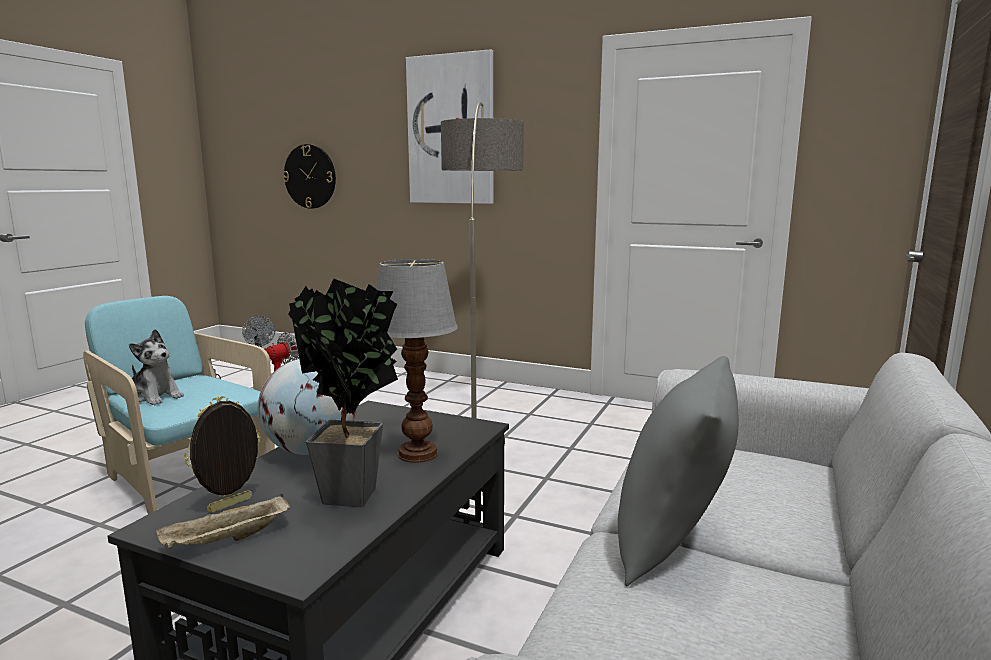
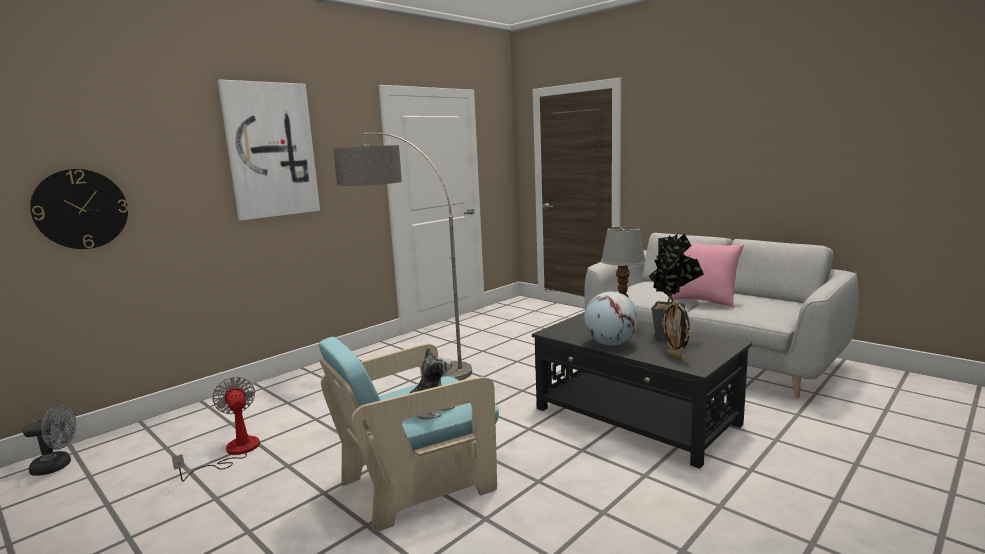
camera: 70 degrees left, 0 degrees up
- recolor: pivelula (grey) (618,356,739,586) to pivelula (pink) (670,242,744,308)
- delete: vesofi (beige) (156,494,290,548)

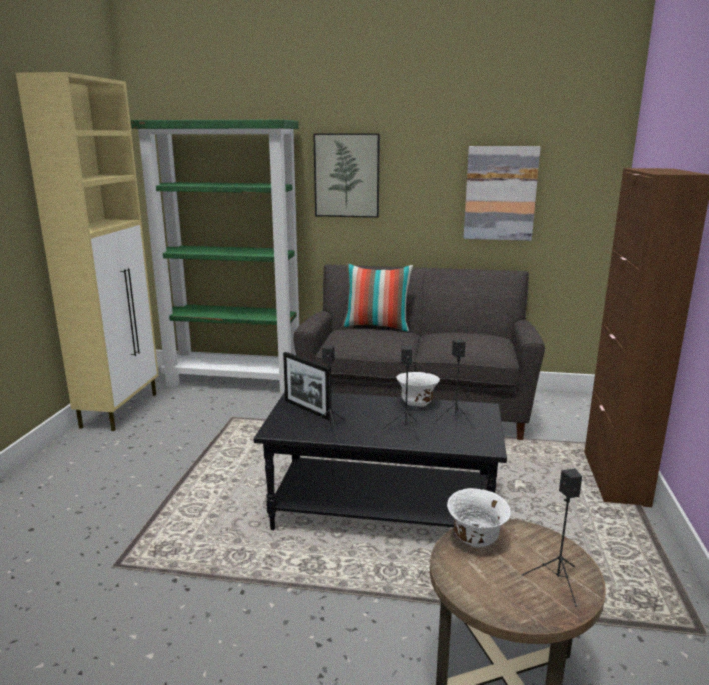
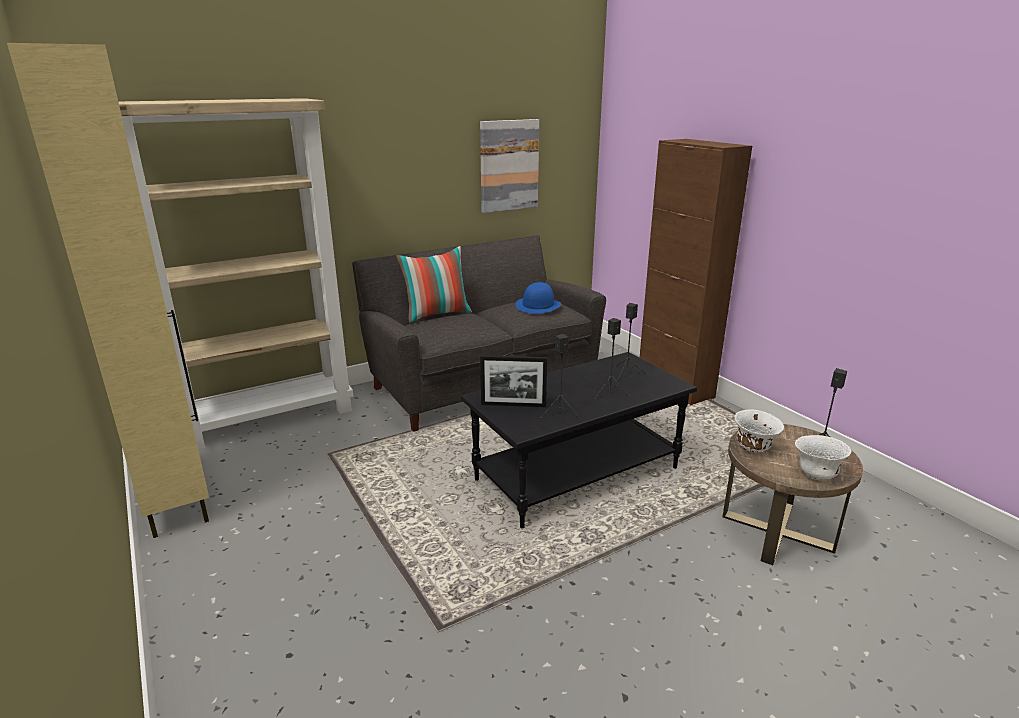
camera: 40 degrees left, 5 degrees up
- recolor: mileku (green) (131,120,299,394) to mileku (beige) (118,98,353,450)
- delete: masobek (313,133,380,218)
- move: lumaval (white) (396,372,440,407) to (795,435,851,480)
- insert: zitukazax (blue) (515,282,561,314)

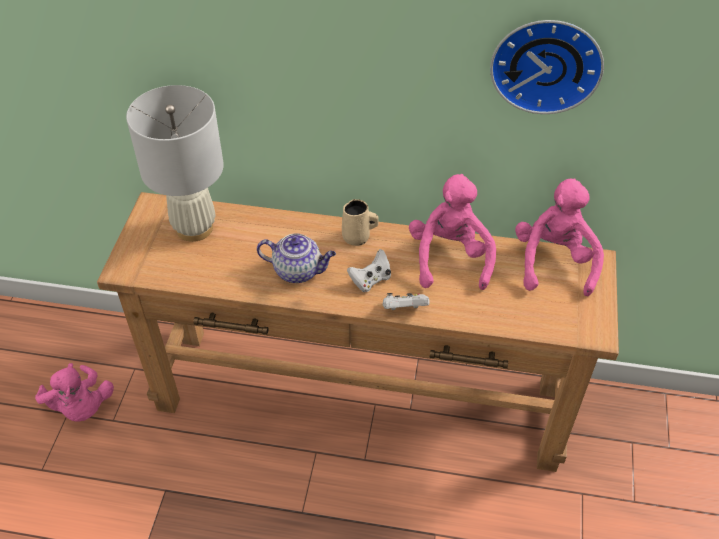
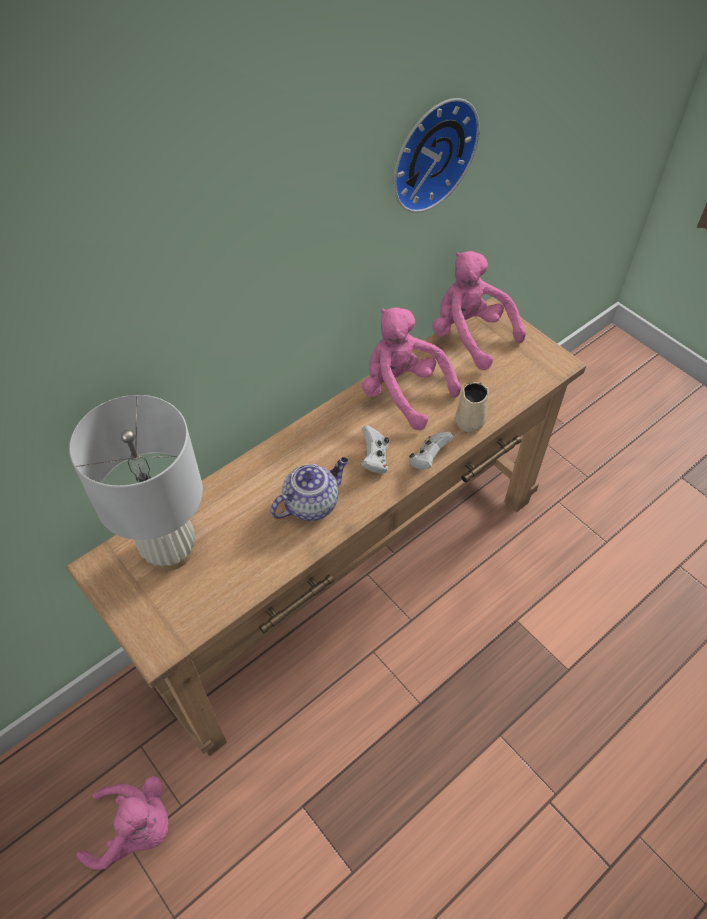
camera: 50 degrees left, 5 degrees up
- move: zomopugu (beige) (342,199,379,246) to (455,382,489,433)

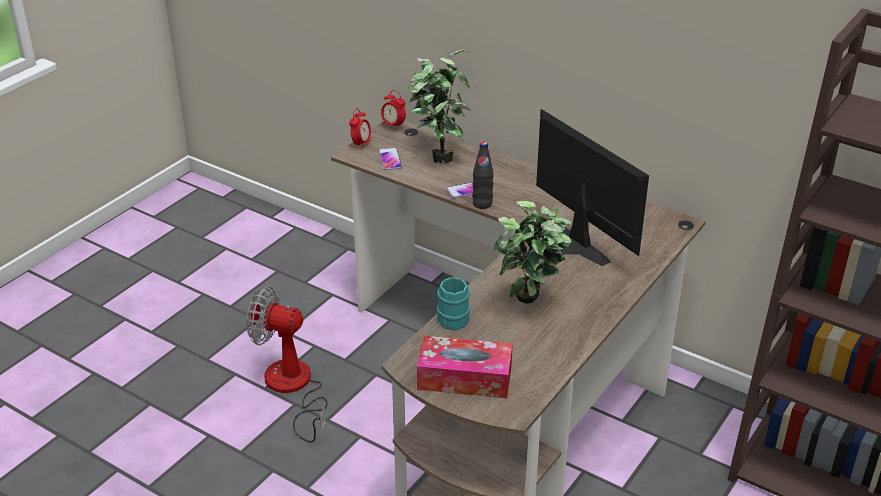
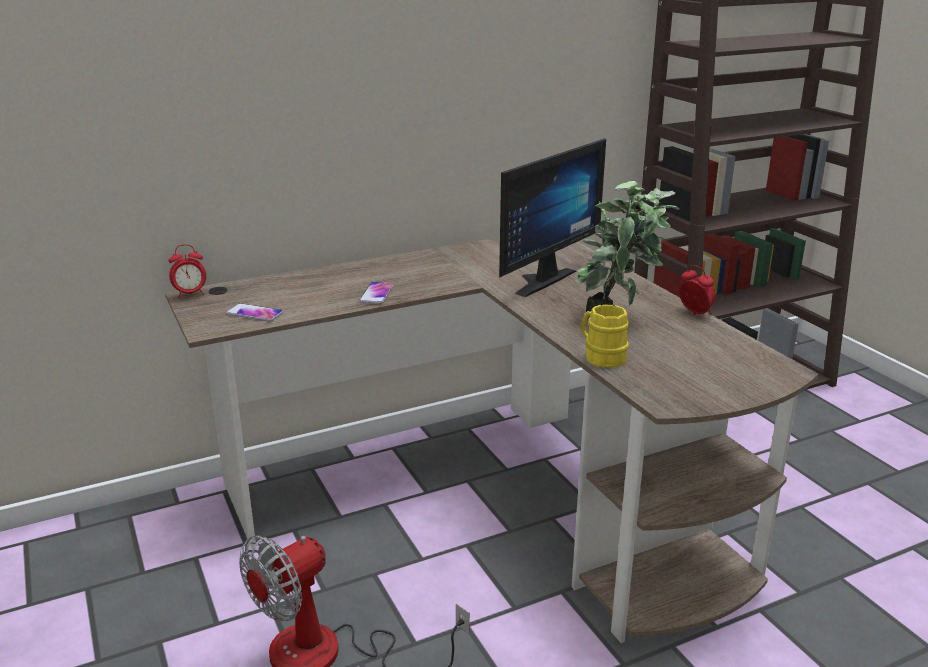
camera: 60 degrees left, 10 degrees down
- delete: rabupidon (408,49,471,163)
- move: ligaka (349,108,371,145) to (679,265,716,315)
- rotate: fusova (536,109,649,266) = (499,138,606,297) 135 degrees clockwise
- delete: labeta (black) (472,142,494,209)
- recolor: zomopugu (turquoise) (436,277,471,331) to zomopugu (yellow) (581,305,629,368)
- delete: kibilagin (417,336,513,398)

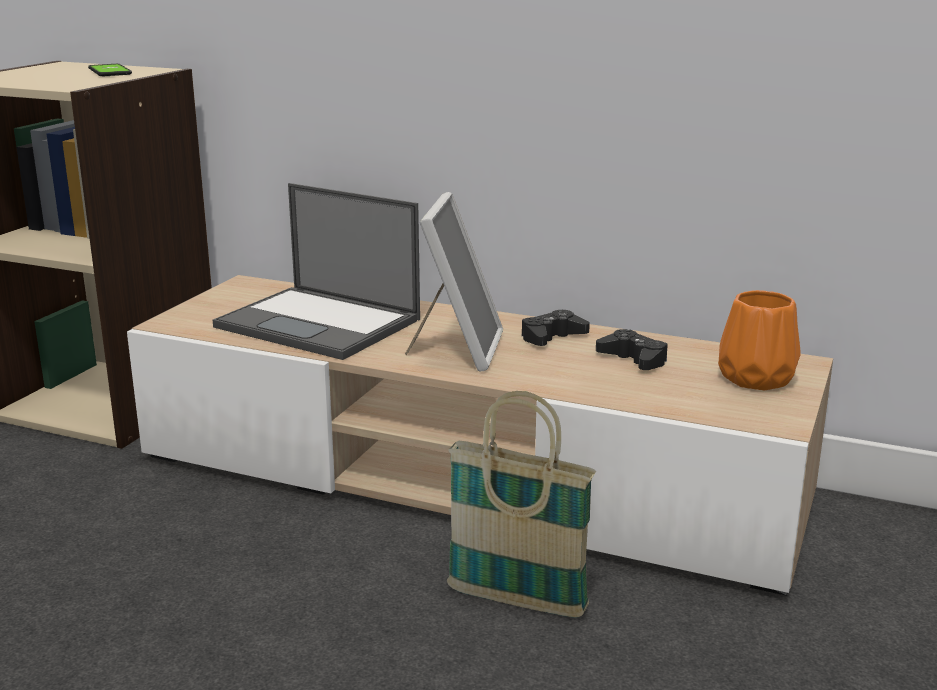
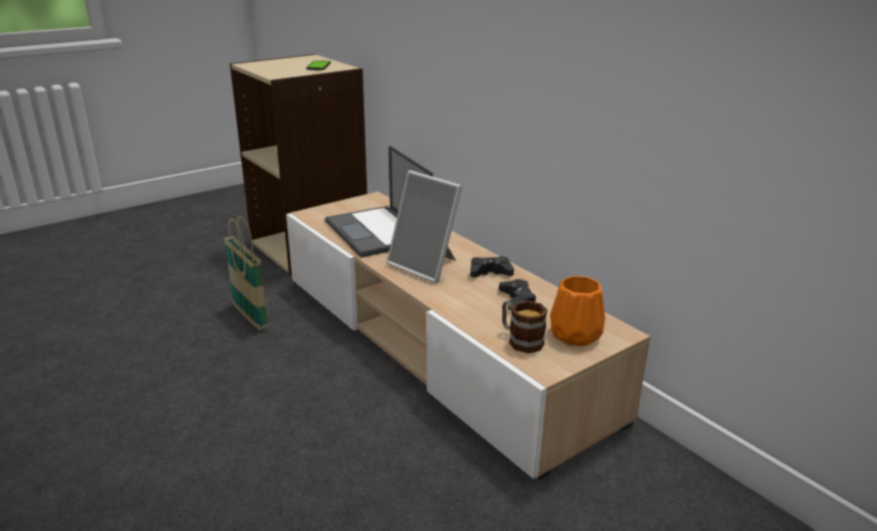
camera: 30 degrees right, 5 degrees up
- rotate: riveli (405,192,503,372) = (387,170,463,283) 90 degrees clockwise
- move: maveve (447,391,596,618) to (224,216,268,330)
- insert: zomopugu (502,301,547,353)

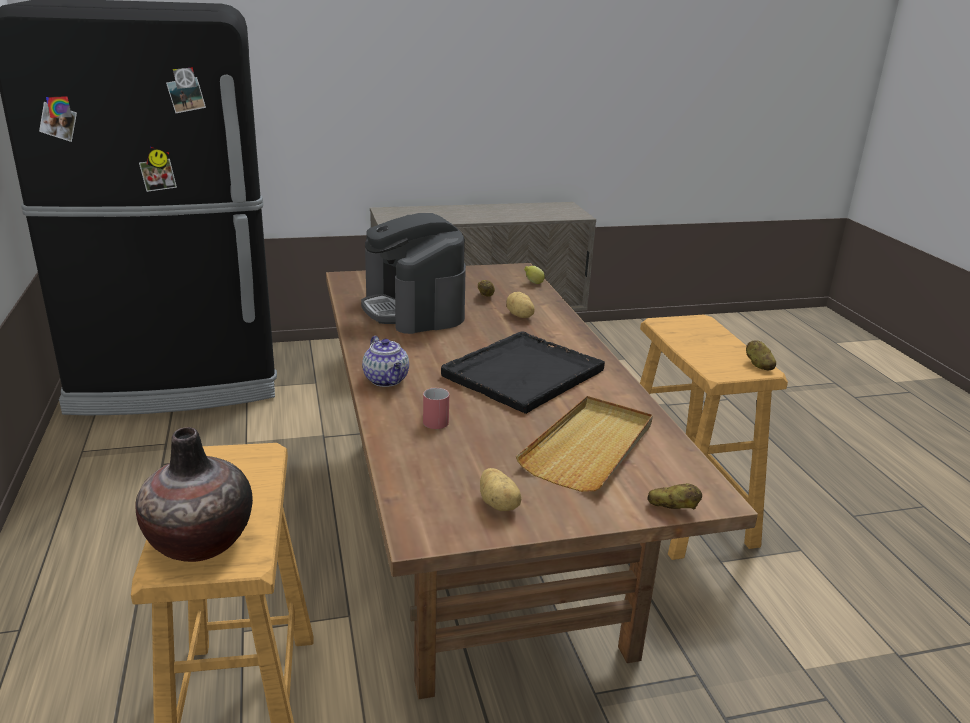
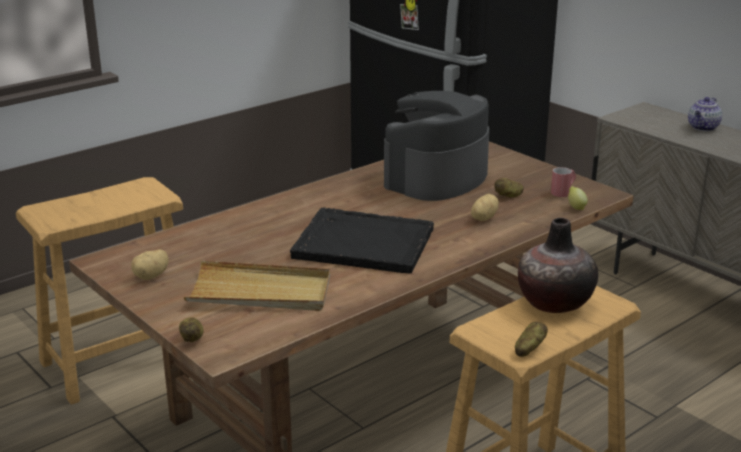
camera: 65 degrees right, 0 degrees up
- move: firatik (362,336,409,387) to (688,97,722,131)
- move: zomopugu (red) (423,388,449,429) to (551,167,576,197)
- move: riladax (135,427,253,562) to (518,218,598,313)

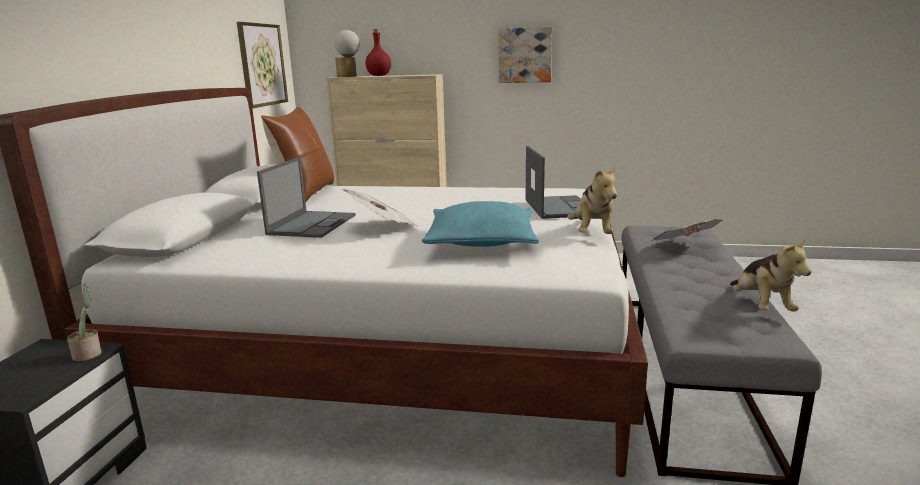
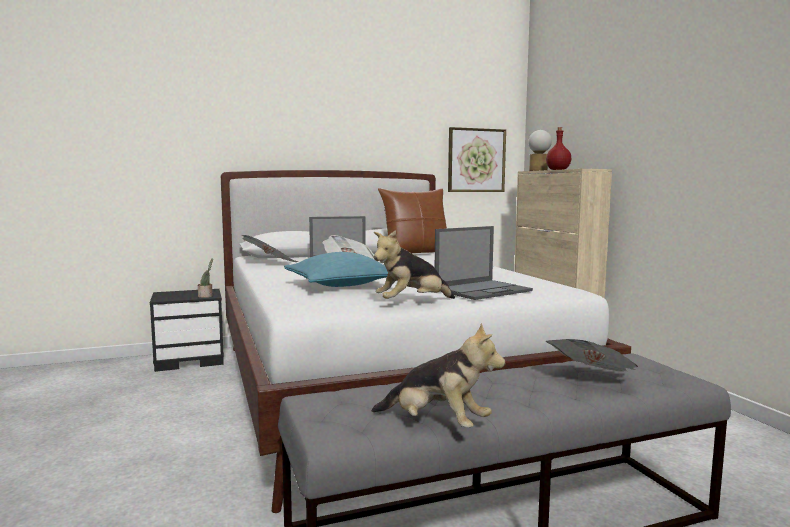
camera: 60 degrees right, 10 degrees down
- delete: masobek (499,27,552,83)
- rotate: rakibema (730,238,812,311) = (371,323,505,428) 120 degrees counterclockwise
- insert: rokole (241,235,298,262)

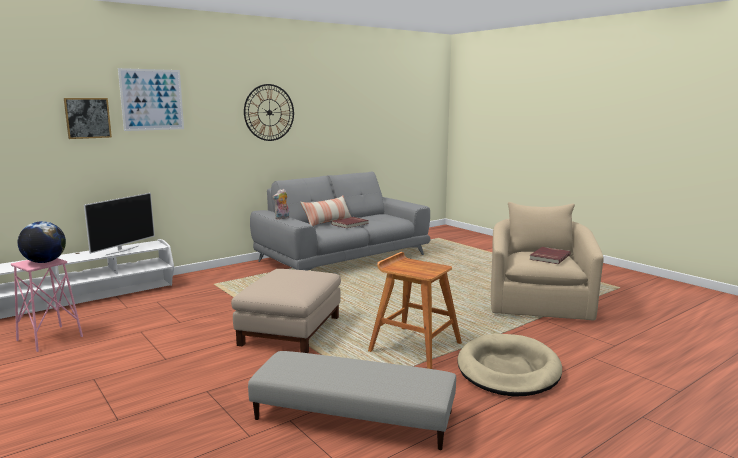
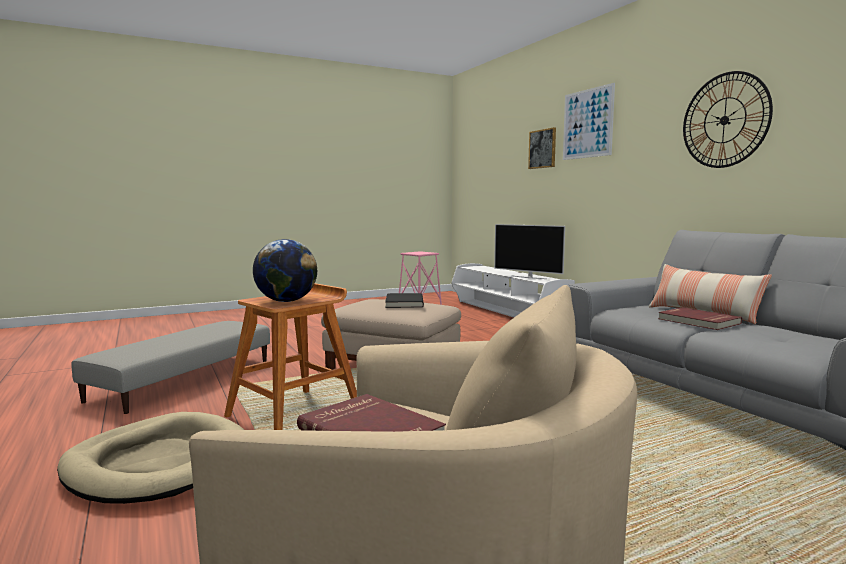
camera: 100 degrees right, 5 degrees down
- delete: rakibema (273,189,289,220)
- move: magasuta (18,221,66,263) to (253,239,317,302)
- insert: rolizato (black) (385,293,424,308)

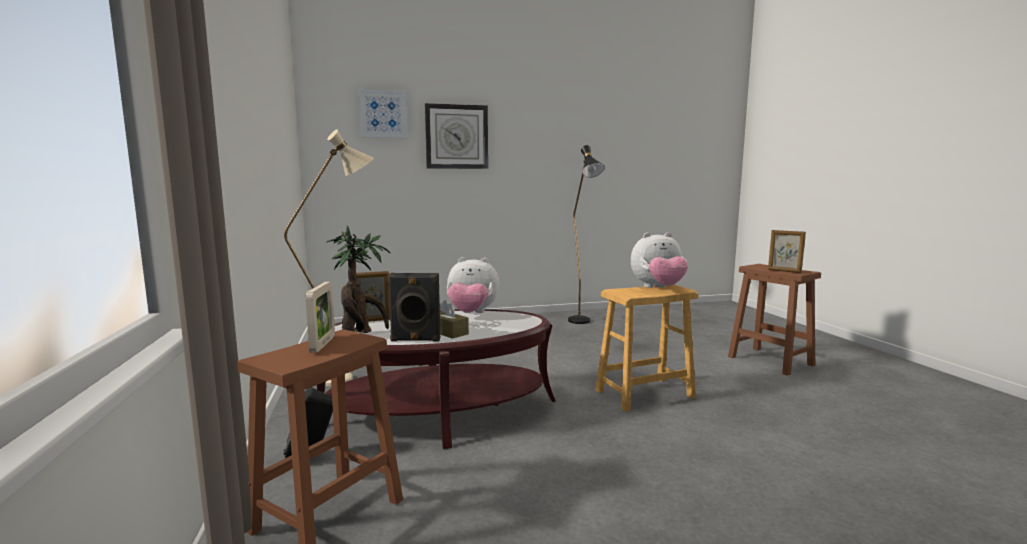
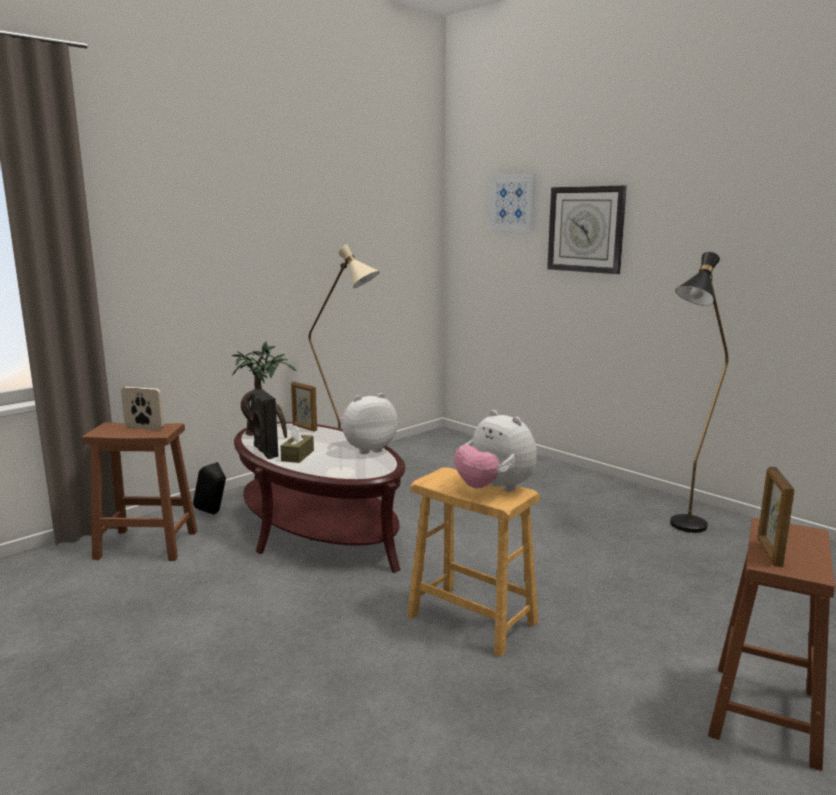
camera: 60 degrees right, 5 degrees up
- rotate: rakibema (447,257,499,313) = (341,393,398,454) 90 degrees clockwise
- rotate: riveli (305,282,335,352) = (121,387,164,430) 135 degrees counterclockwise

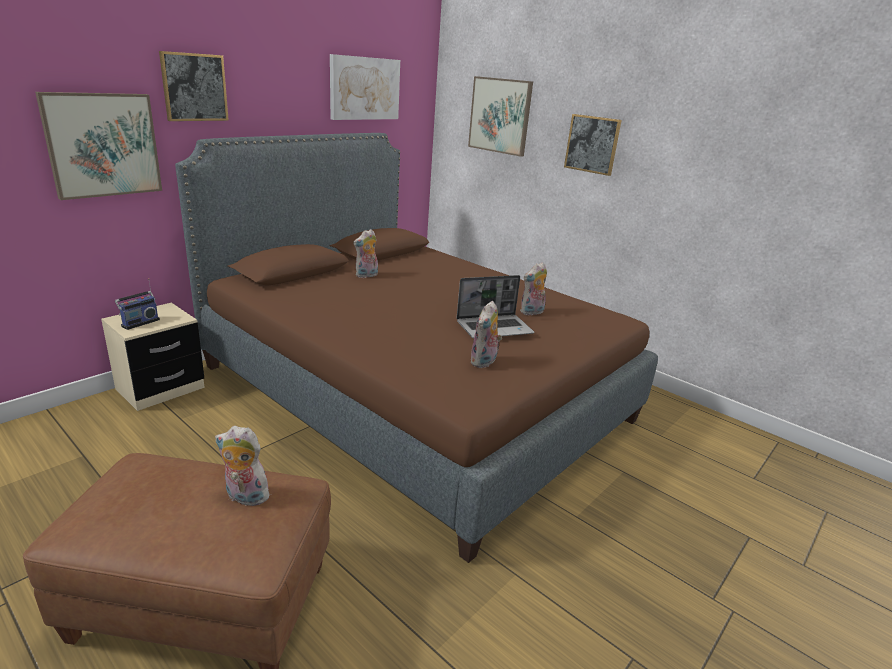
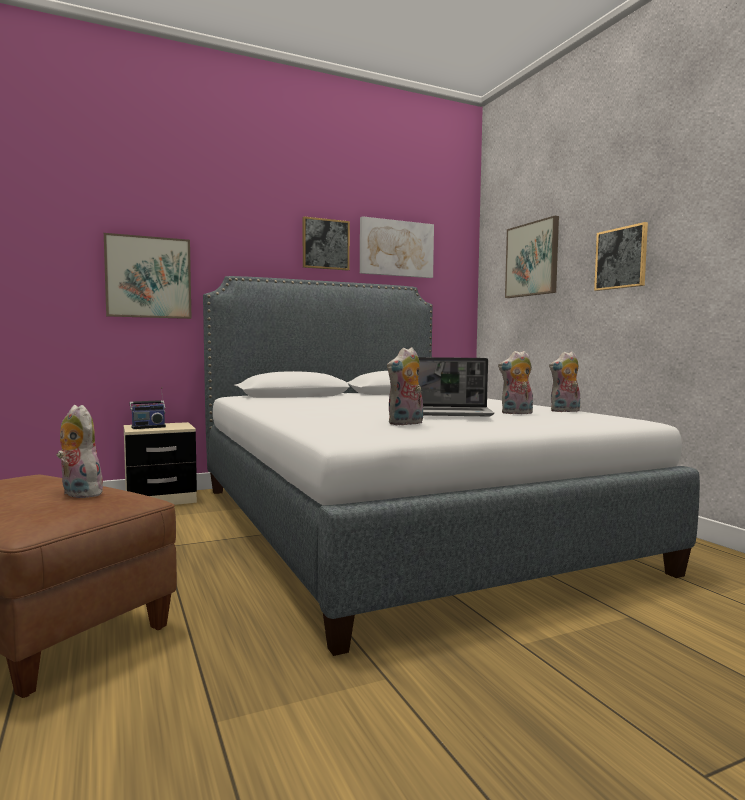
camera: 25 degrees right, 20 degrees down
- move: masobek (159,51,229,121) to (303,216,350,271)
- recolor: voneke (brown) (175,133,658,563) to voneke (white) (203,276,700,656)
- move: rakibema (353,229,378,278) to (549,352,580,412)

